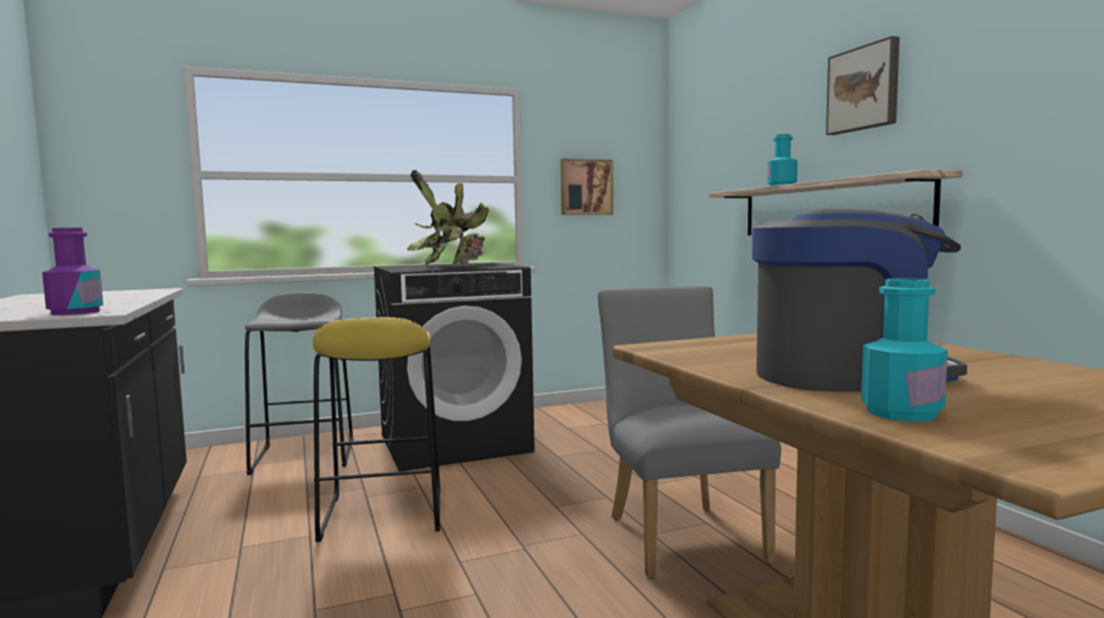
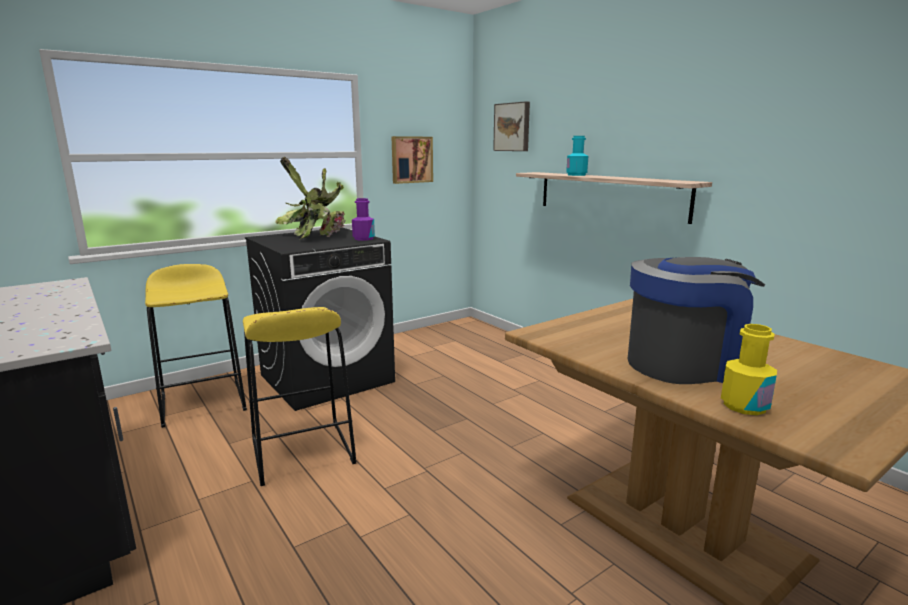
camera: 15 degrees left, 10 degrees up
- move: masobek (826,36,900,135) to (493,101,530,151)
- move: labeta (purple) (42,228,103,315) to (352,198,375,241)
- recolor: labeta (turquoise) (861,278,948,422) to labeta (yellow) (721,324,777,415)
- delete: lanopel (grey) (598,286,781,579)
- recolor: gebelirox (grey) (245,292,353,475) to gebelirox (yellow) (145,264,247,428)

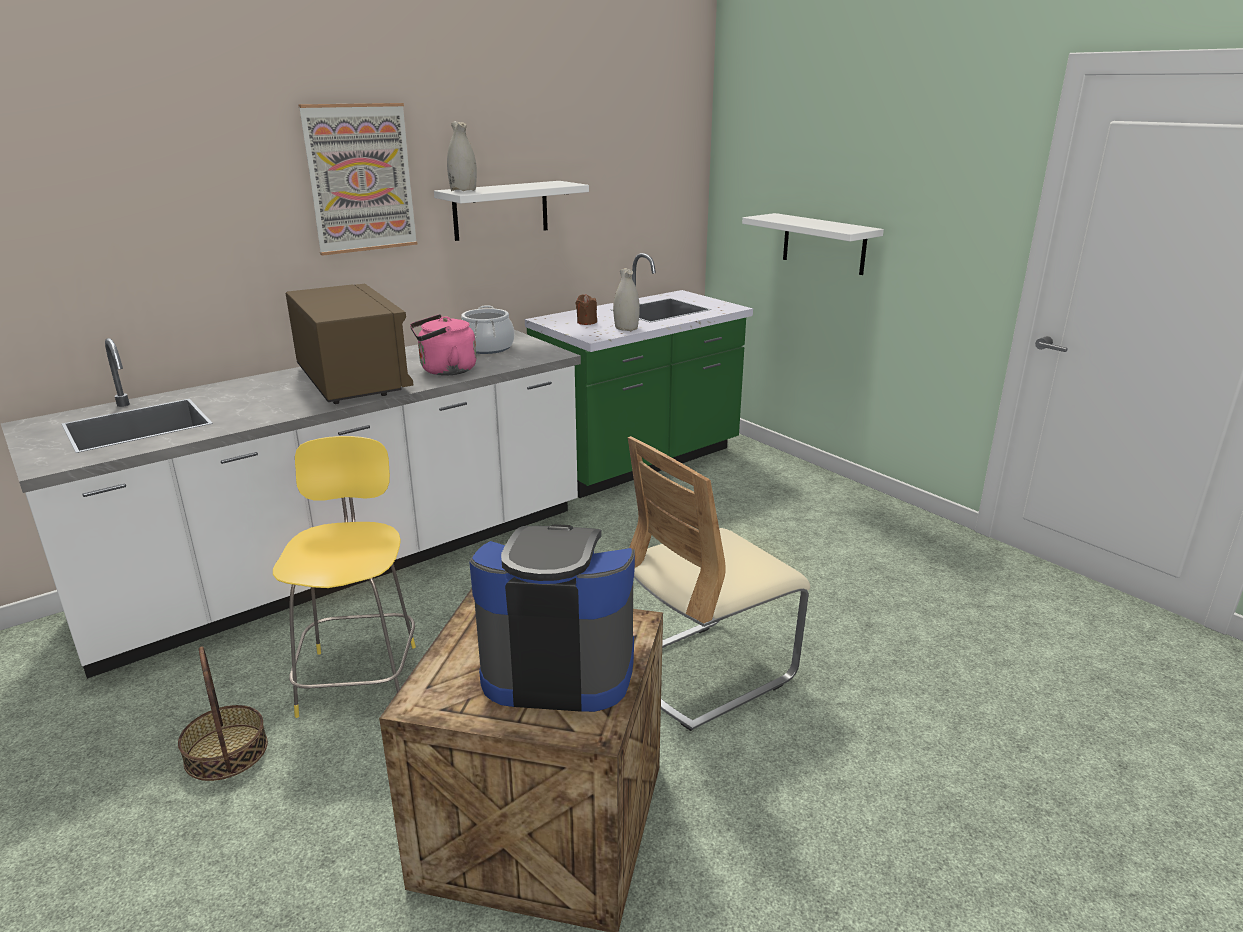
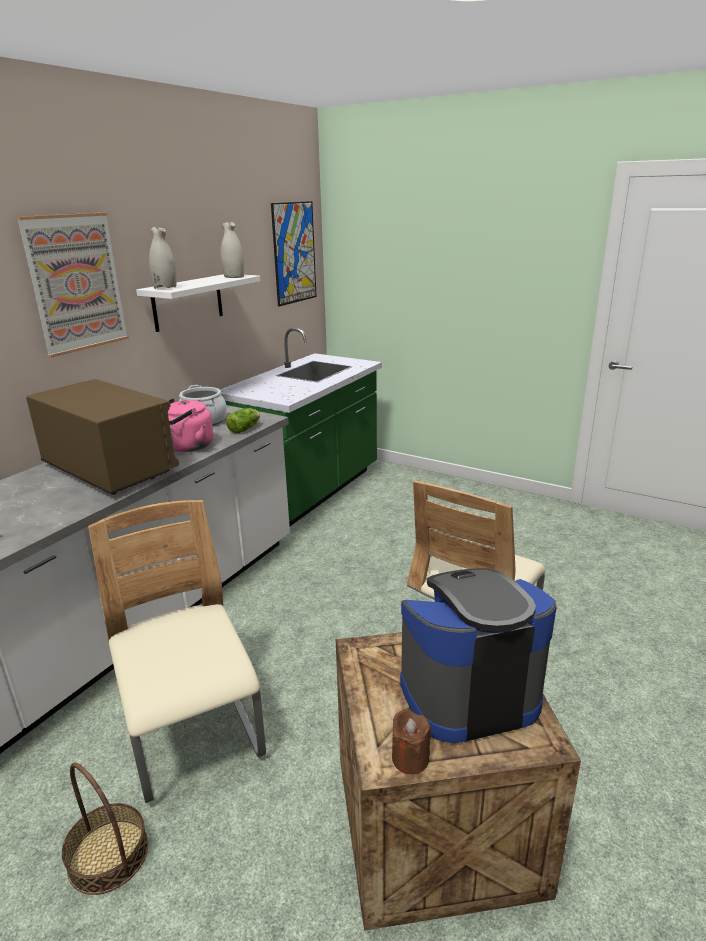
camera: 20 degrees left, 0 degrees up
- delete: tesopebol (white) (742,213,884,275)
- move: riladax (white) (613,268,640,331) to (220,222,244,278)
- move: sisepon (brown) (576,294,597,325) to (392,709,431,774)
- replace: gebelirox (yellow) (273,436,416,718) to lanopel (beige) (88,500,266,803)
- insert: masobek (271,201,317,307)
- insert: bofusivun (226,408,260,434)

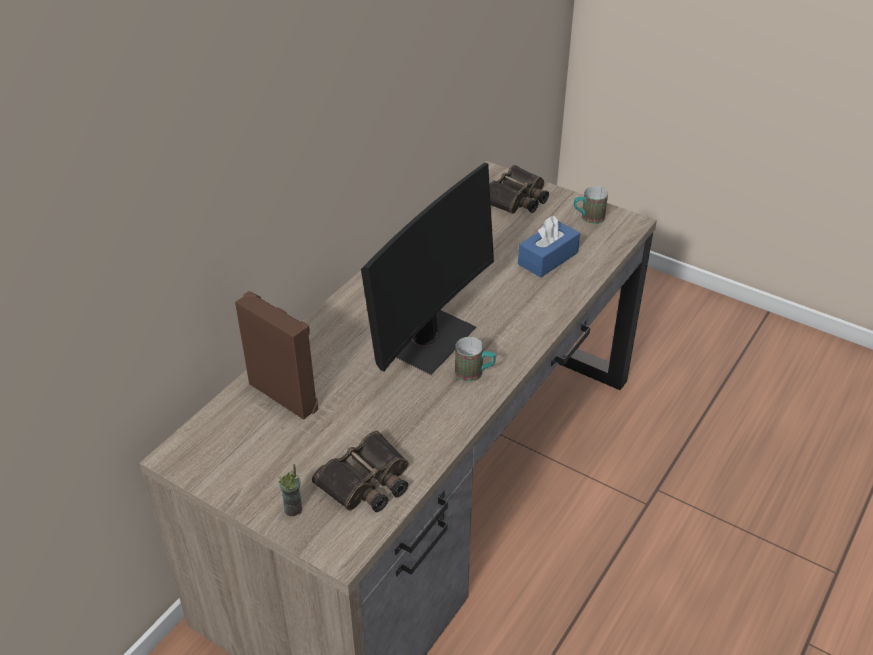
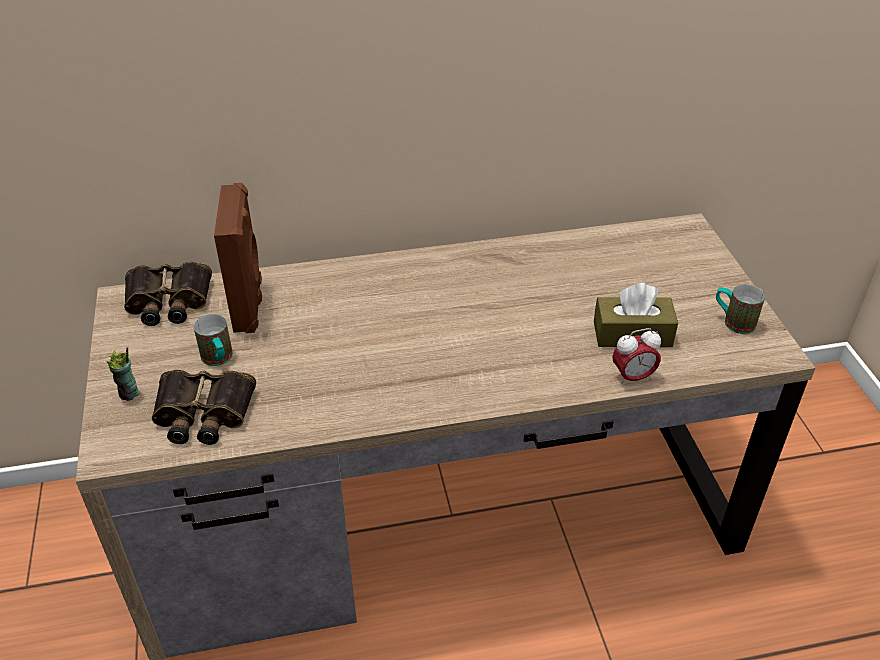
camera: 45 degrees right, 0 degrees up
- delete: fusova (361,163,494,375)
- move: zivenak (490,165,549,214) to (124,262,212,326)
- recolor: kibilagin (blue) (518,216,580,278) to kibilagin (brown) (594,283,678,347)
- move: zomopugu (455,337,496,382) to (194,314,233,366)
- insert: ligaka (612,328,661,386)

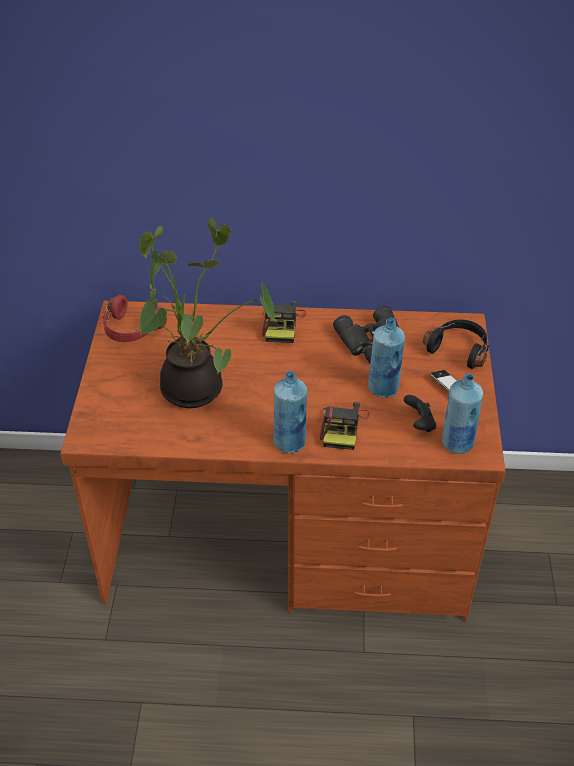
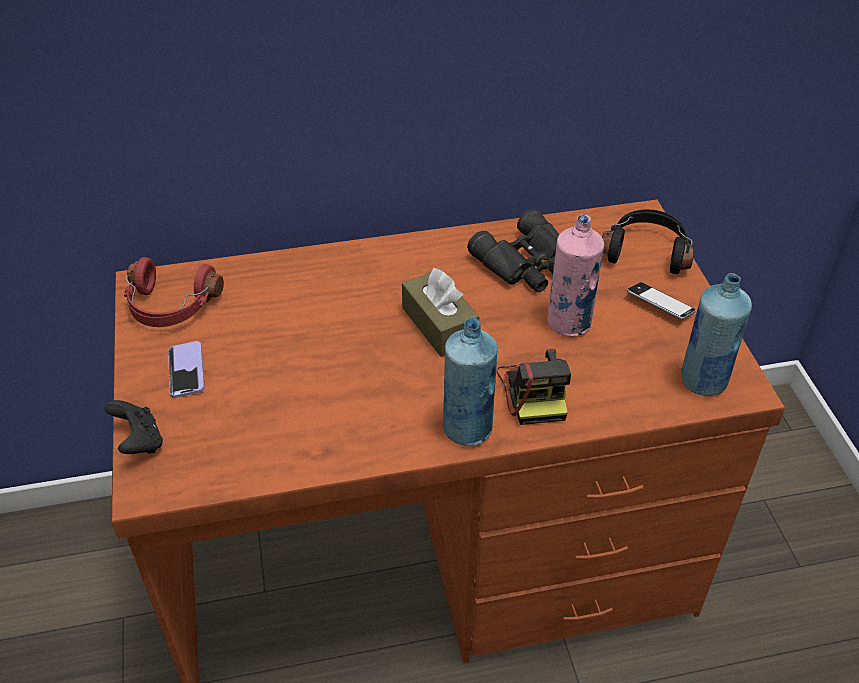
camera: 15 degrees left, 0 degrees up
- delete: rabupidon (137,218,276,408)
- delete: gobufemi (262,301,306,343)
- recolor: labeta (blue) (368,318,405,398) to labeta (pink) (547,214,604,336)
- move: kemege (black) (404,395,436,432) to (105,400,163,454)
- insert: kibilagin (brown) (402,268,479,357)
- insert: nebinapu (168,341,205,398)

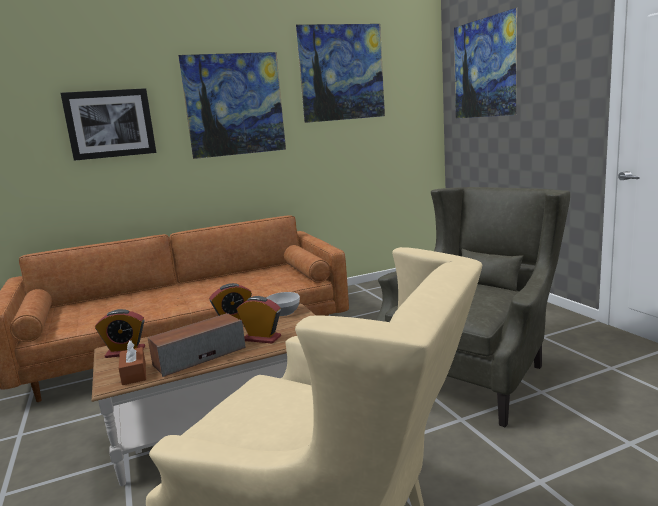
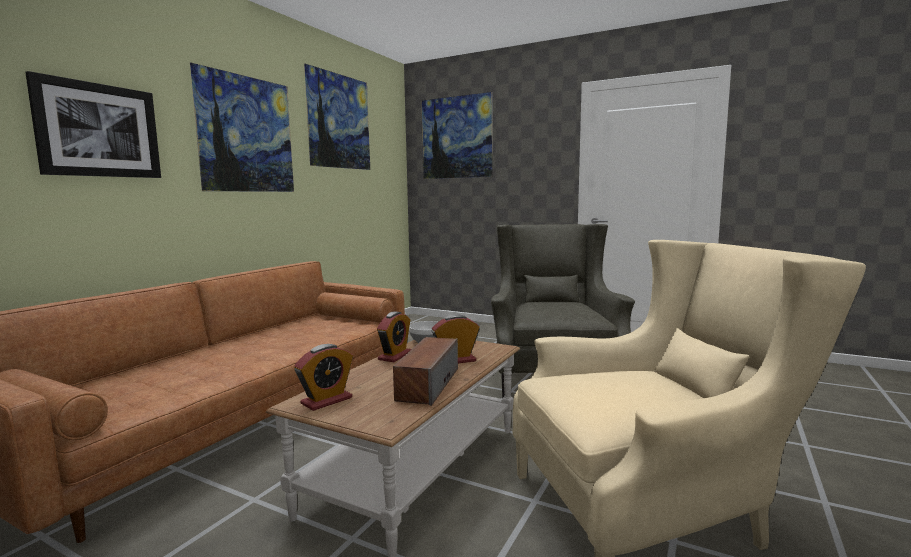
camera: 40 degrees left, 5 degrees down
- delete: kibilagin (brown) (119,340,146,385)

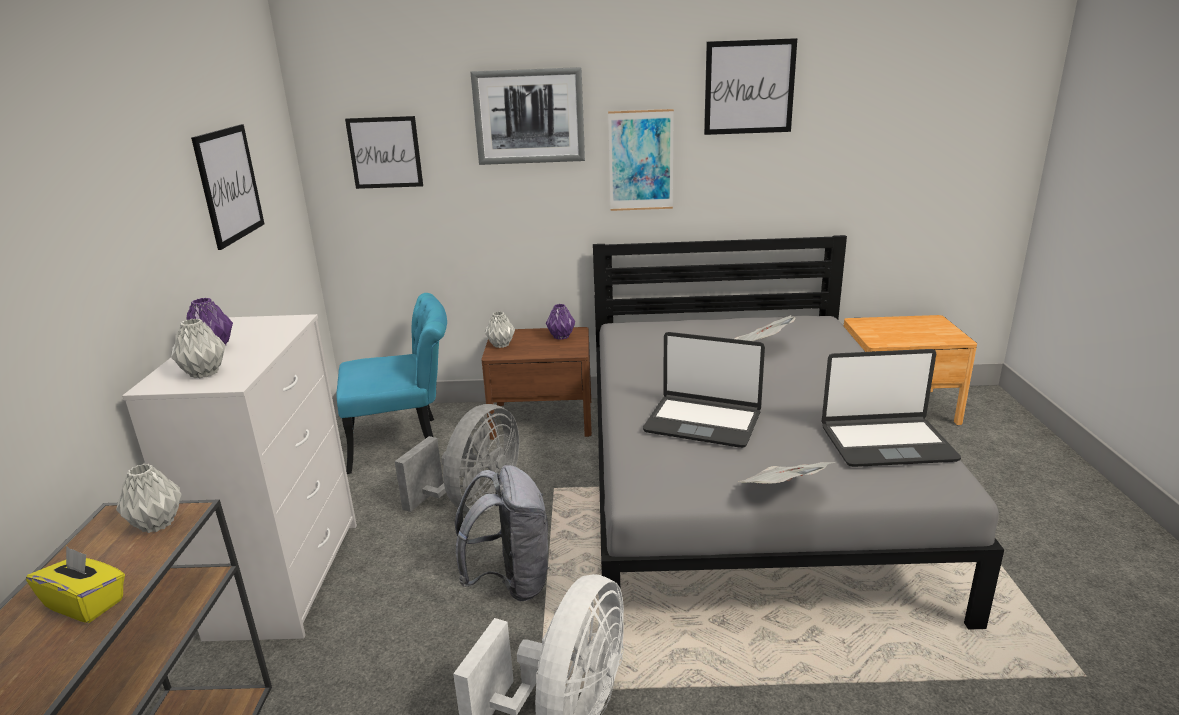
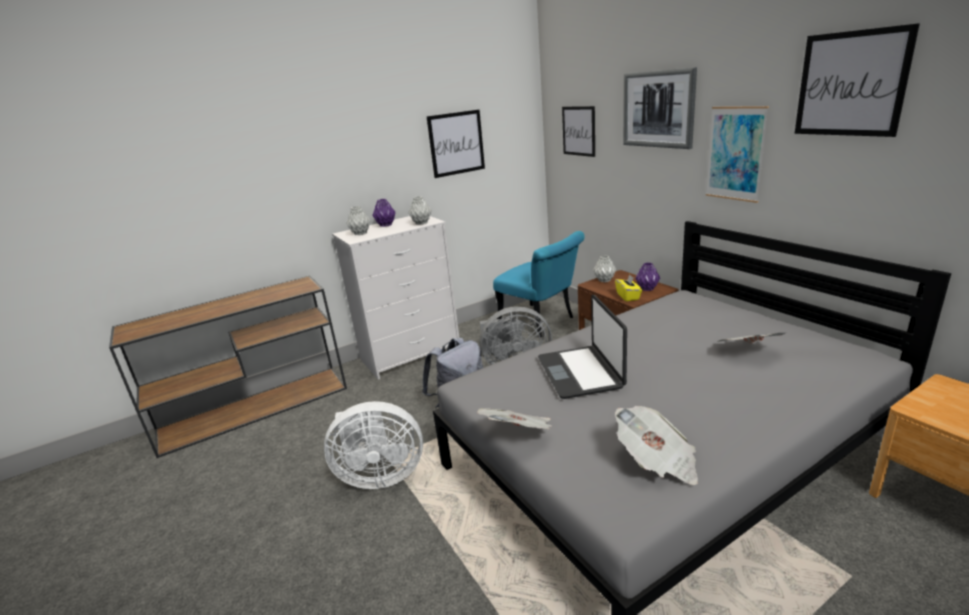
camera: 60 degrees right, 0 degrees up
- replace: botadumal (822,349,961,467) to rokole (615,406,698,485)
- move: riladax (grey) (116,464,182,533) to (408,196,431,225)
- move: kibilagin (yellow) (26,546,125,623) to (615,274,642,302)

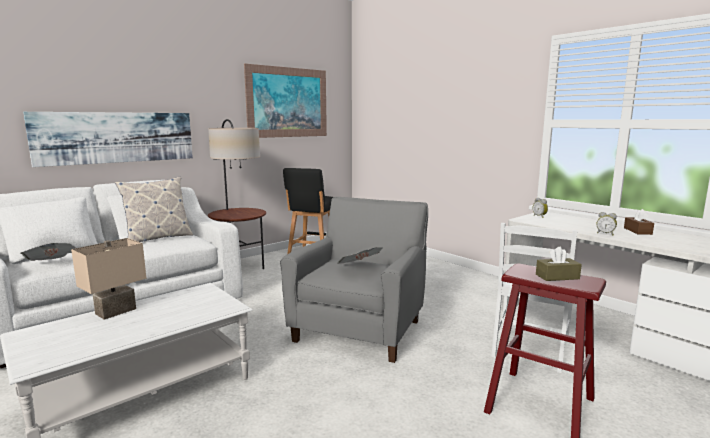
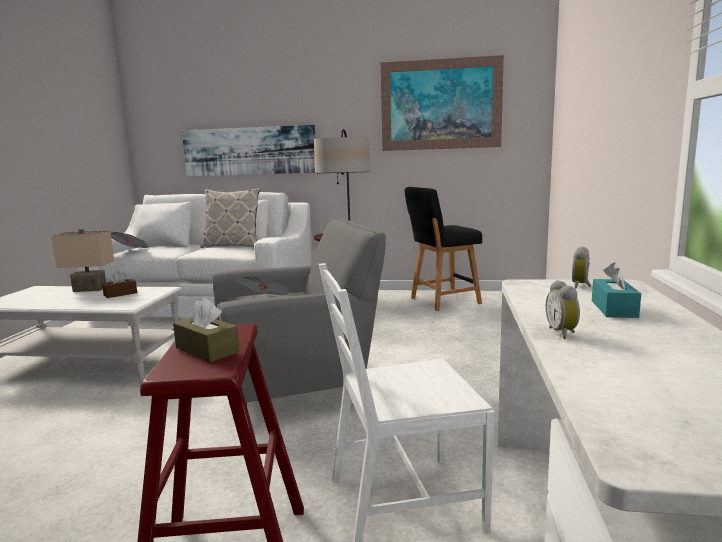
camera: 50 degrees right, 0 degrees up
- move: kibilagin (brown) (624,209,654,235) to (102,270,137,298)
- insert: kibilagin (turquoise) (592,262,641,318)

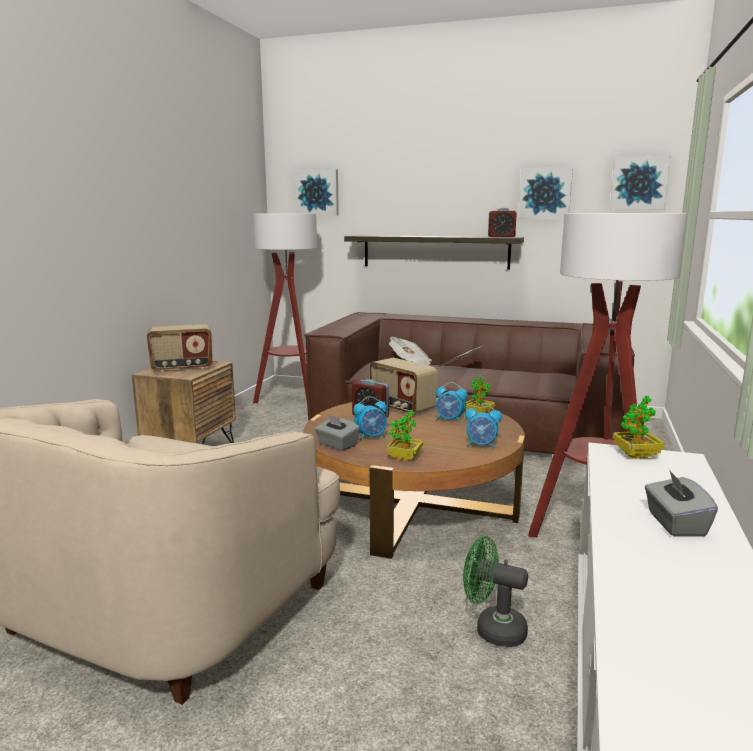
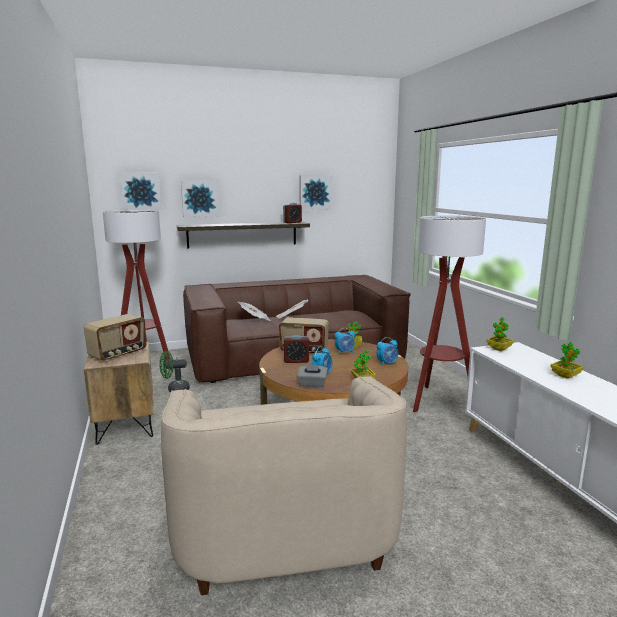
camera: 35 degrees left, 0 degrees up
- move: masobek (610,155,671,210) to (181,180,219,217)
- replace: kibilagin (grey) (645,469,718,537) to rabupidon (551,342,584,379)
- move: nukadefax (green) (463,536,528,647) to (159,351,190,392)

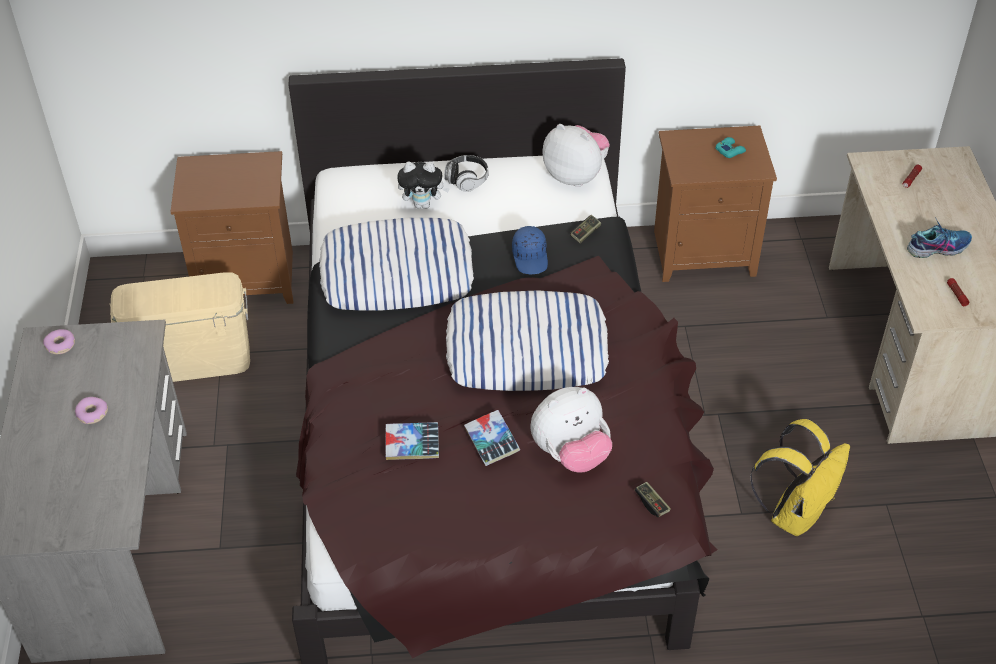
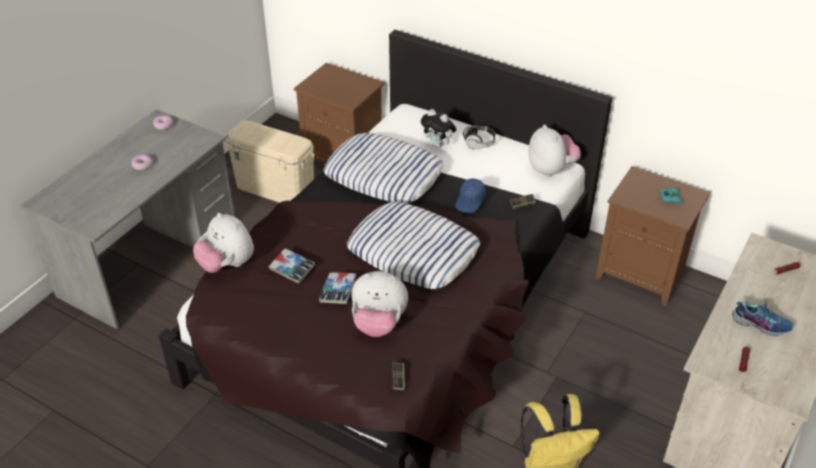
camera: 35 degrees right, 5 degrees down
- insert: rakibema (193,213,254,273)

